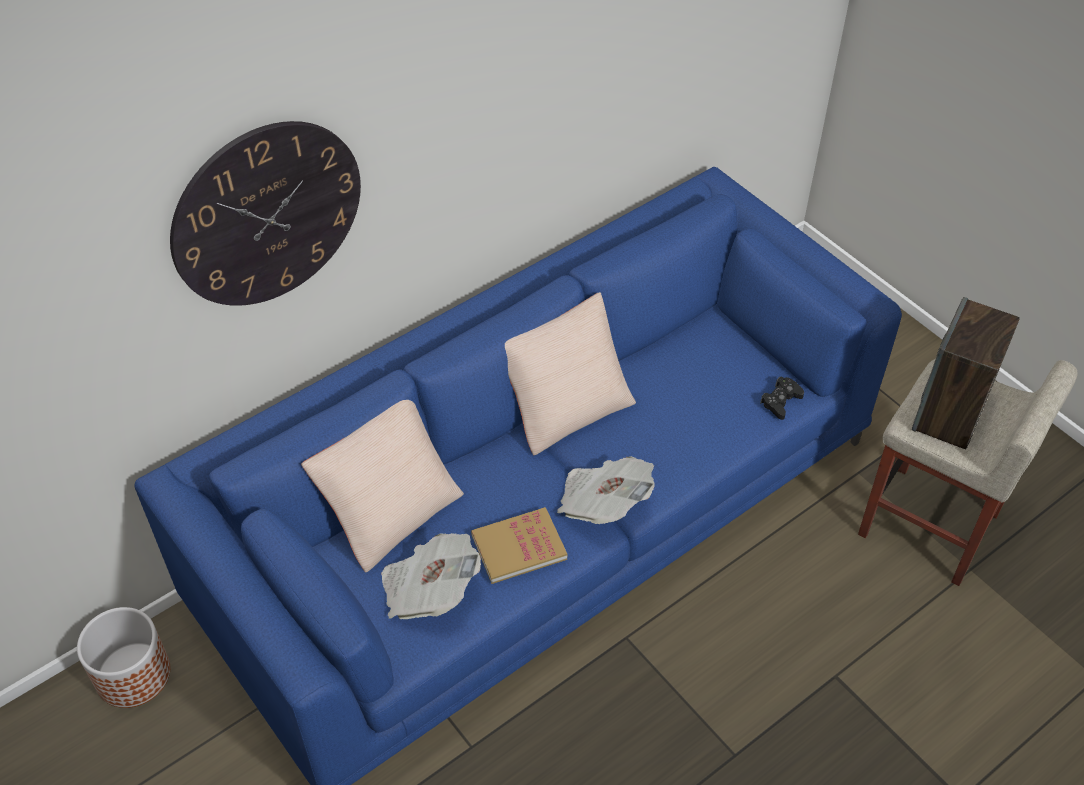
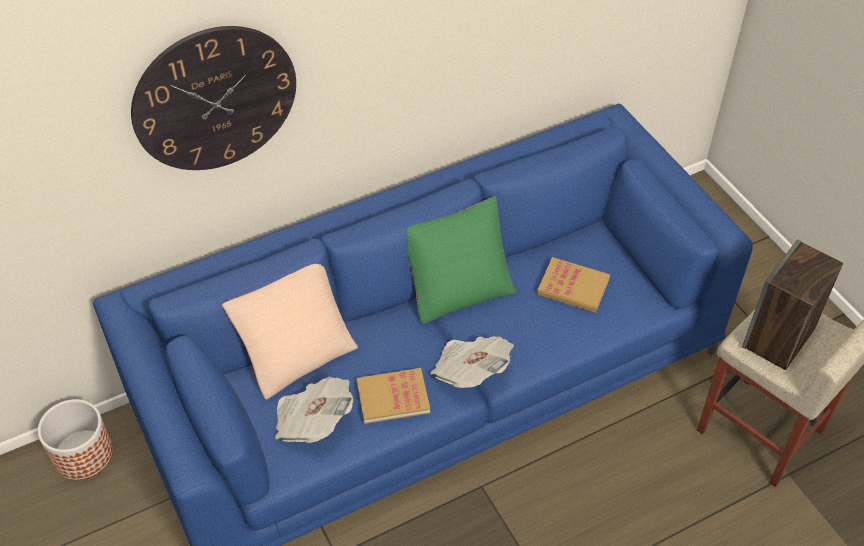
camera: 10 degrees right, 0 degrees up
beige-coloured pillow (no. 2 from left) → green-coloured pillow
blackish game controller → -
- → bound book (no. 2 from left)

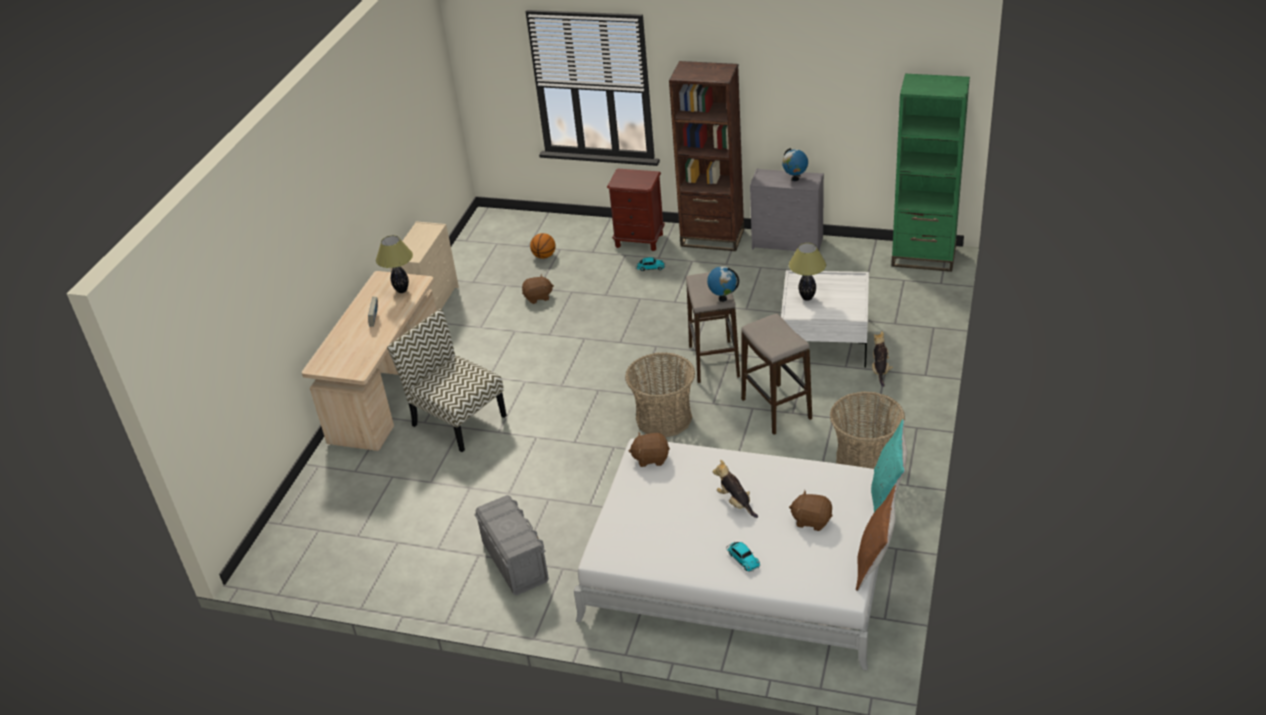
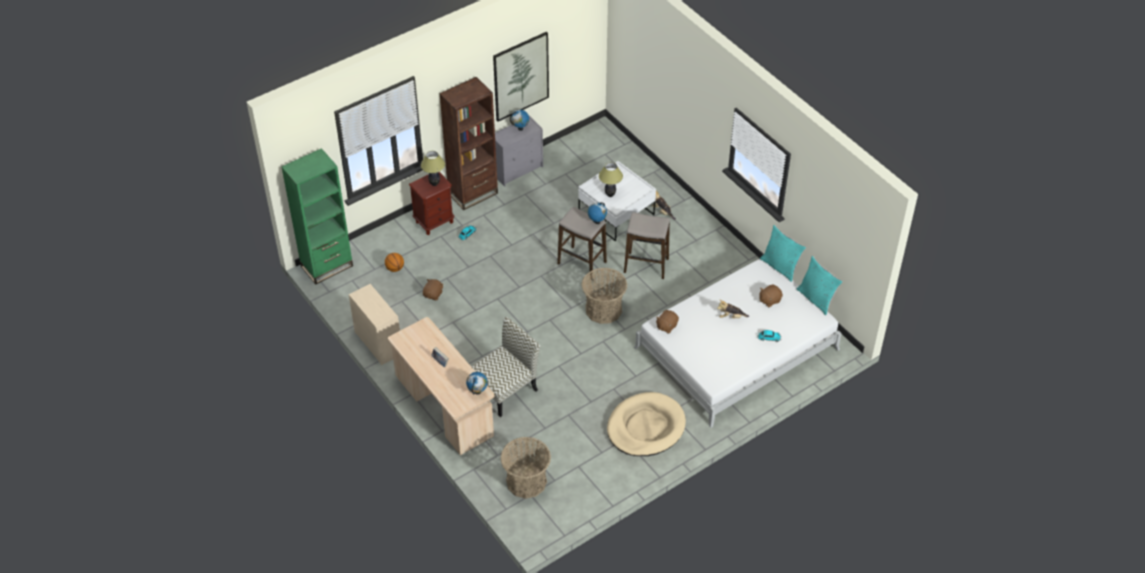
camera: 55 degrees left, 10 degrees up
green-coloured shelving unit, shifted
lamp for a table (no. 1 from left), shifted
chair, 150 degrees clockwise
basket (no. 2 from left in the first image) → basket (no. 1 from left), shifted
brown-coloured pillow → turquoise pillow (no. 2 from left)
greyish storage bin → beige-coloured dog bed
- → wall art
- → globe (no. 1 from left)

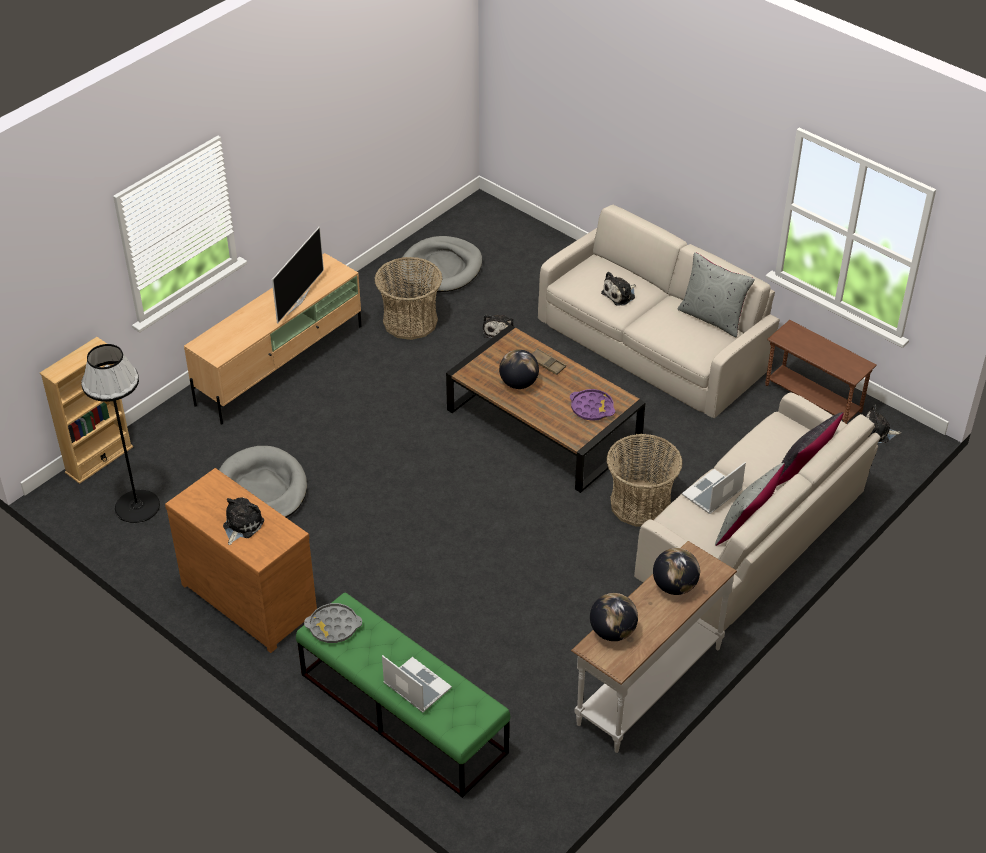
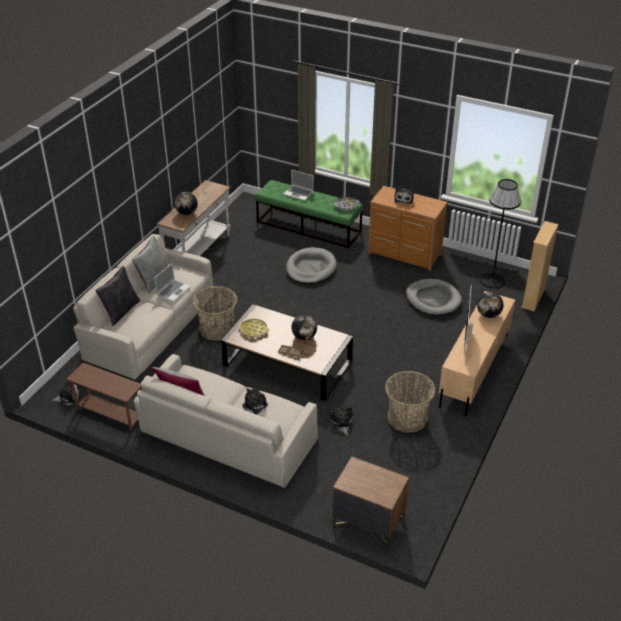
camera: 165 degrees right, 5 degrees down
greyish dog bed (no. 2 from left in the first image) → greyish dog bed (no. 1 from left), shifted
purplish serving tray → yellow-coloured serving tray
globe (no. 2 from left in the first image) → globe (no. 3 from left), shifted
- → brown-coloured night table

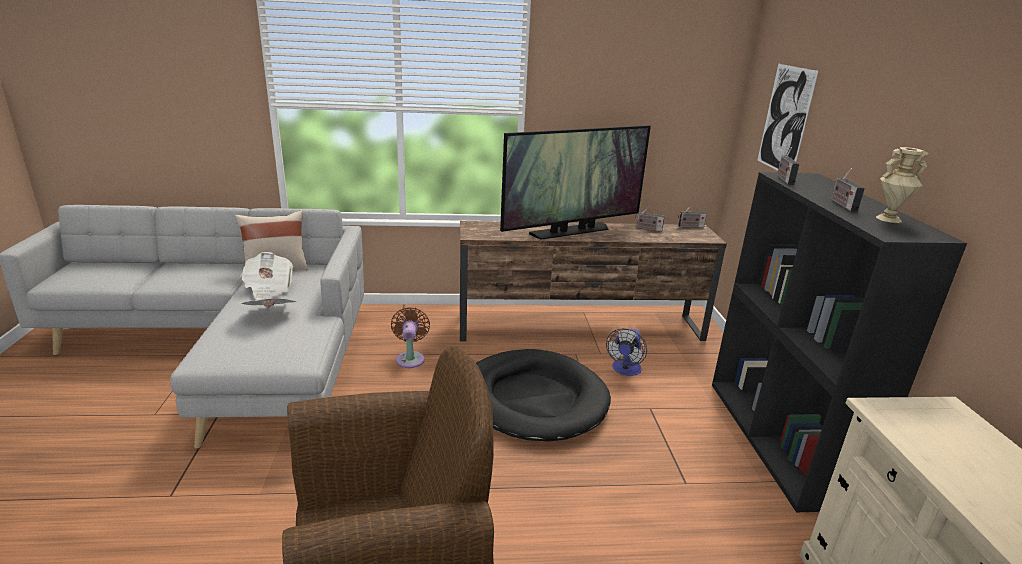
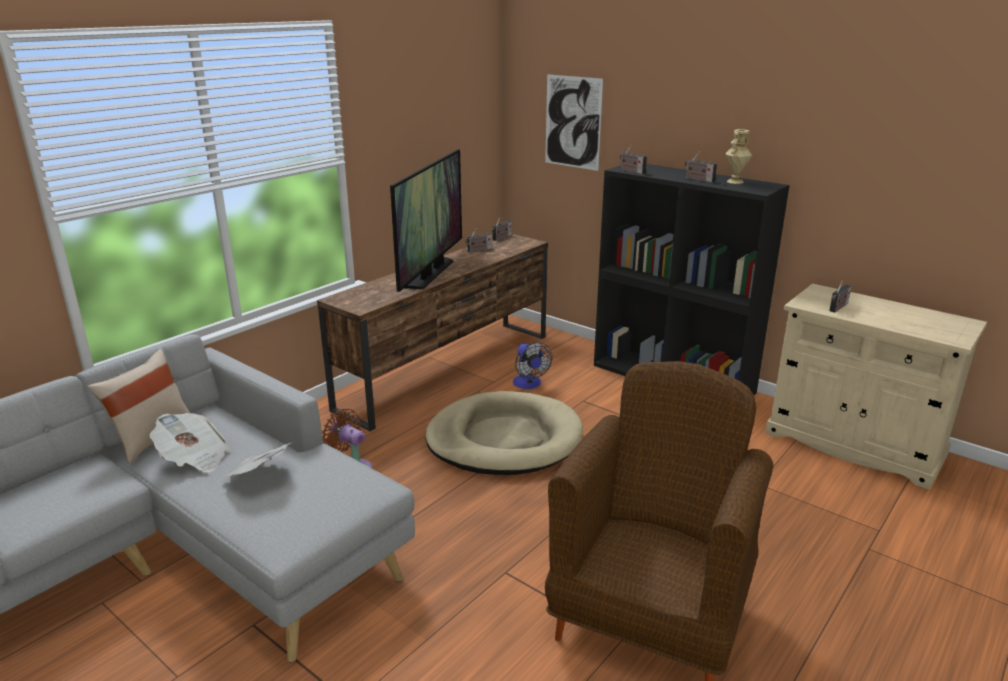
camera: 45 degrees left, 0 degrees up
blackish dog bed → beige-coloured dog bed
- → radio set (no. 5 from left)

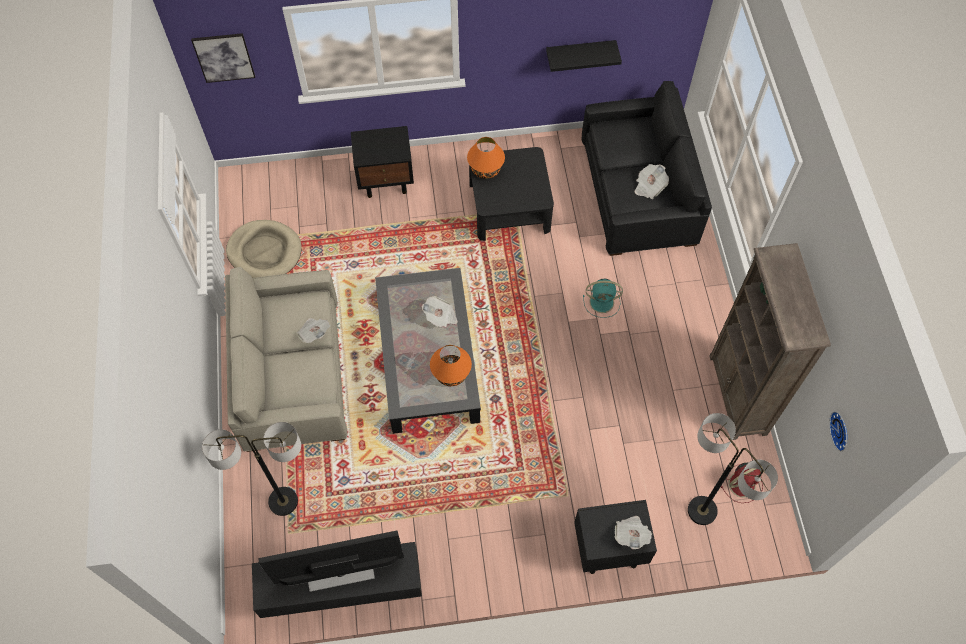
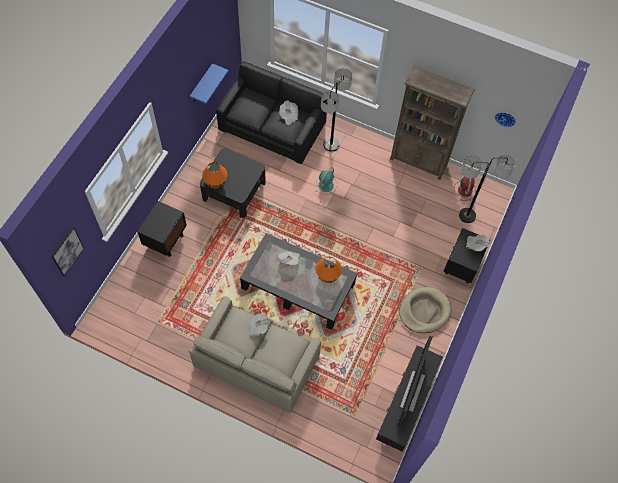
camera: 60 degrees left, 0 degrees up
blackish wall shelf → blue-coloured wall shelf
beige-coloured dog bed, shifted
floor lamp (no. 1 from left), shifted

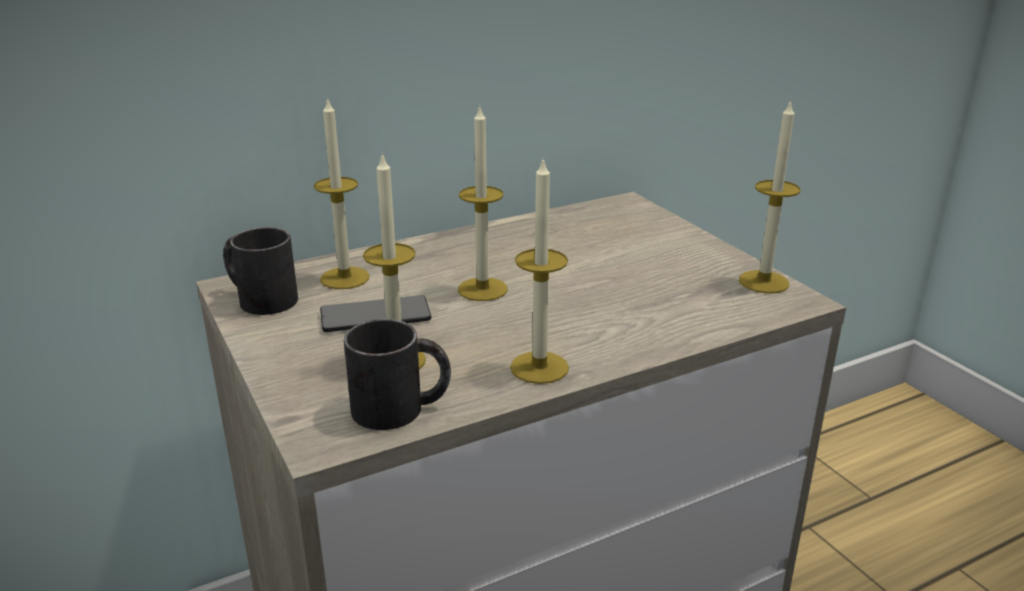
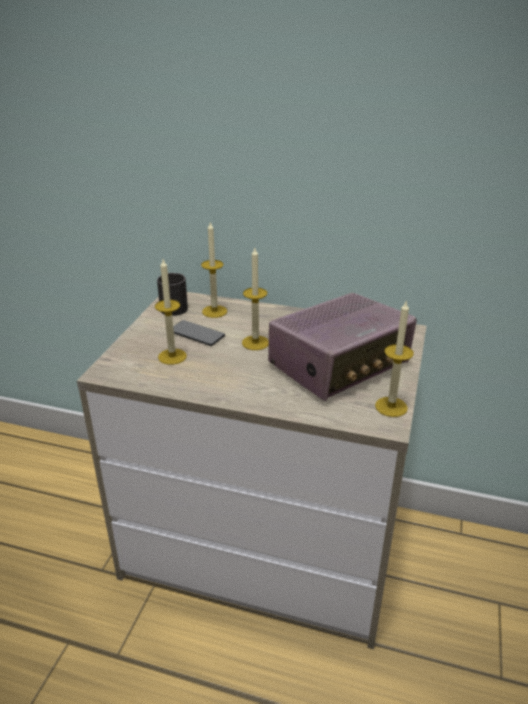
camera: 45 degrees right, 5 degrees up
wax candle (no. 4 from left) → -
blackish coffee mug (no. 2 from left) → -
- → radio set

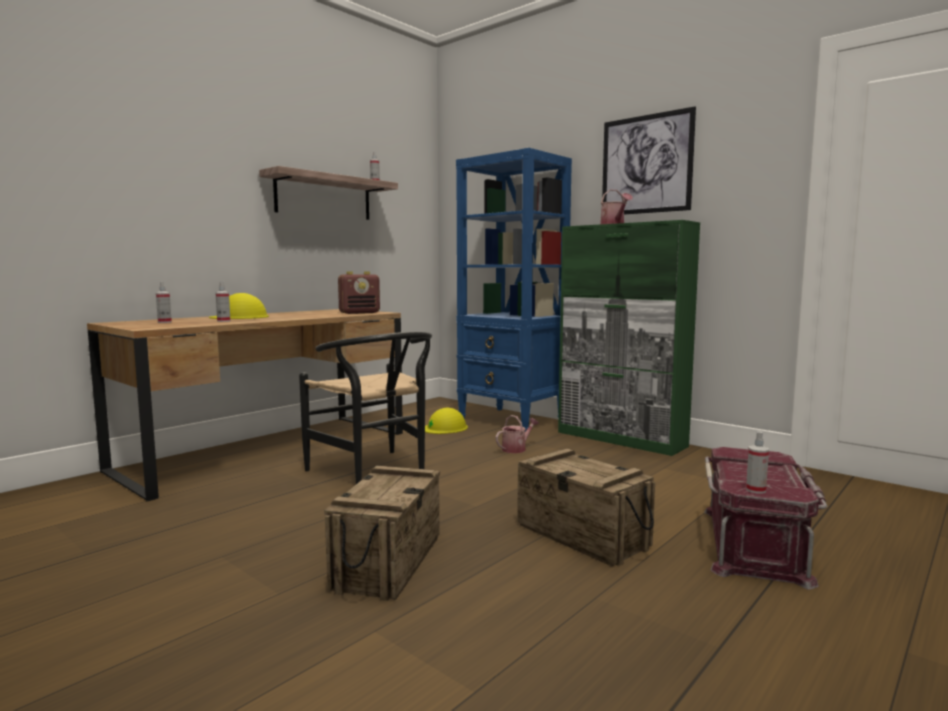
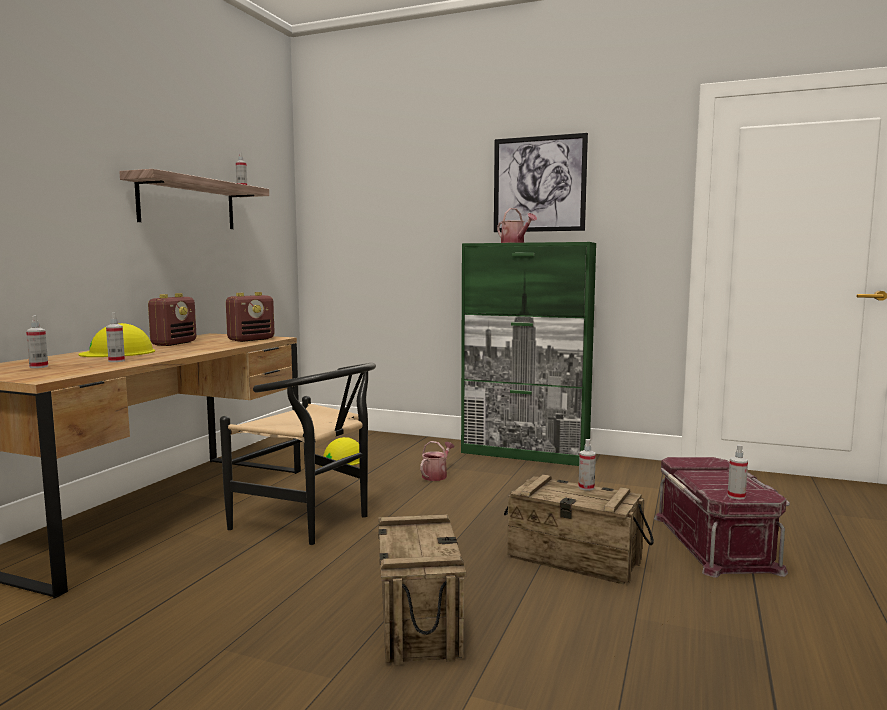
camera: 20 degrees left, 0 degrees up
blue-coloured shelving unit → -
- → radio set (no. 1 from left)
- → hand sprayer (no. 4 from left)

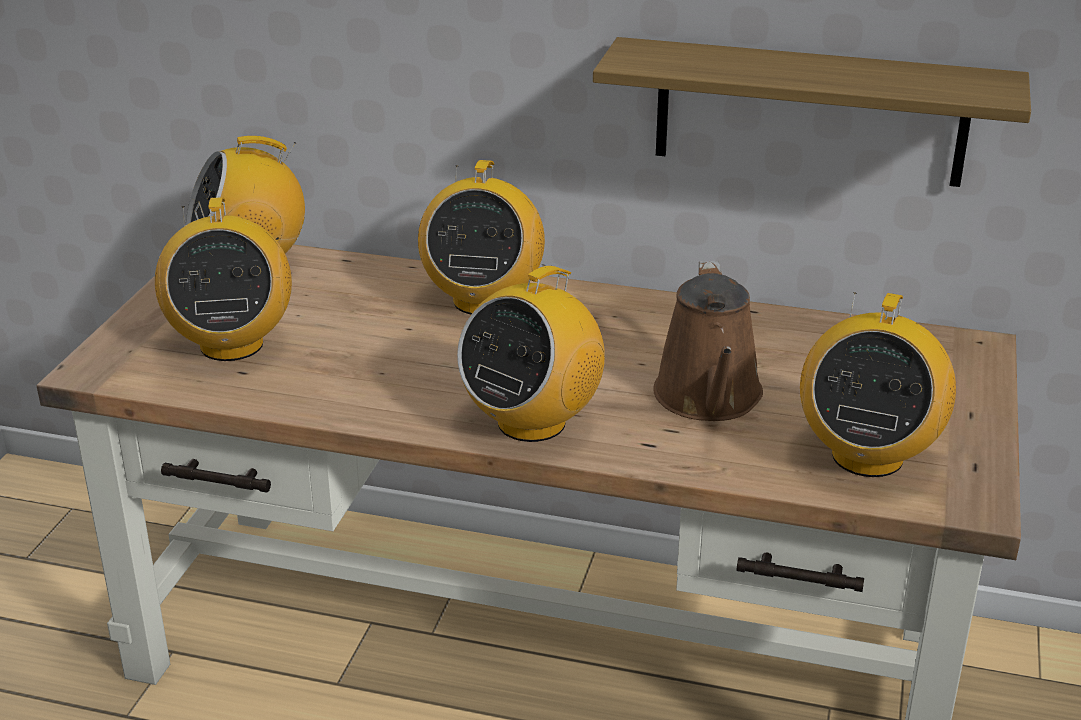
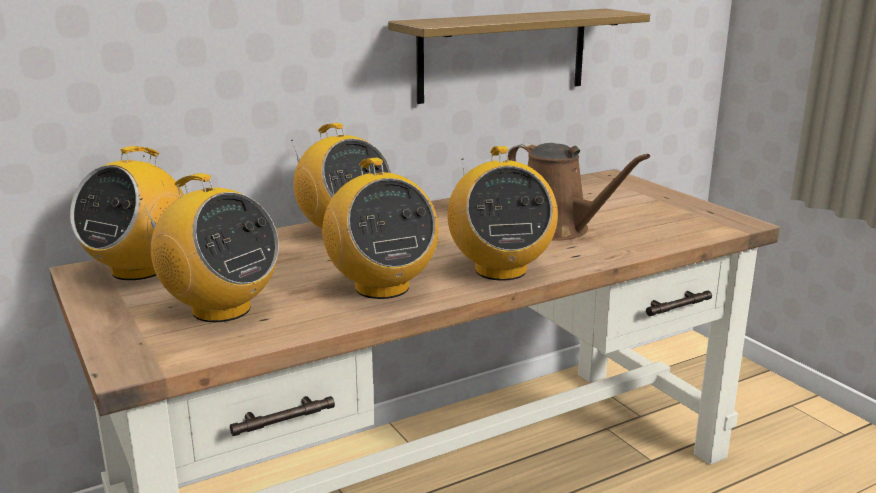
camera: 45 degrees left, 10 degrees down
radio set (no. 5 from left in the first image) → radio set (no. 4 from left), shifted

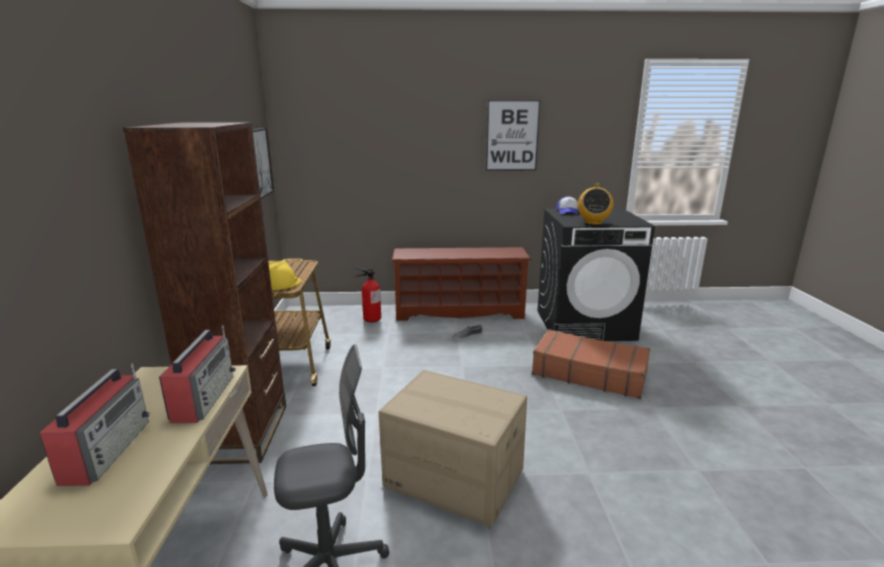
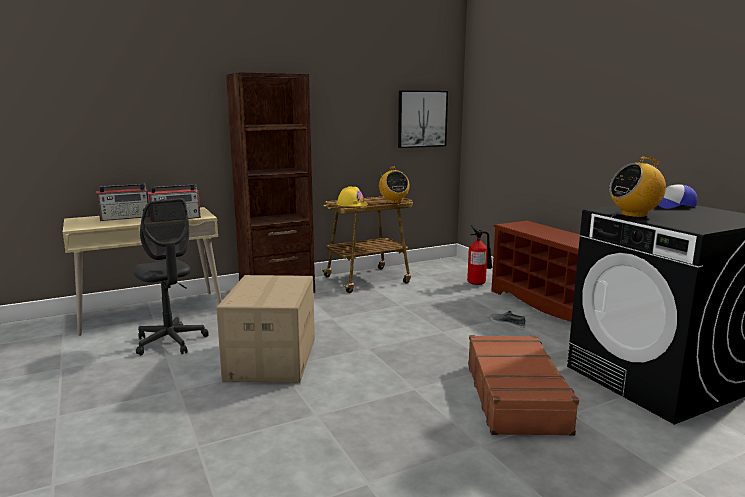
camera: 65 degrees right, 5 degrees down
wall art (no. 2 from left) → -
- → radio set (no. 3 from left)

